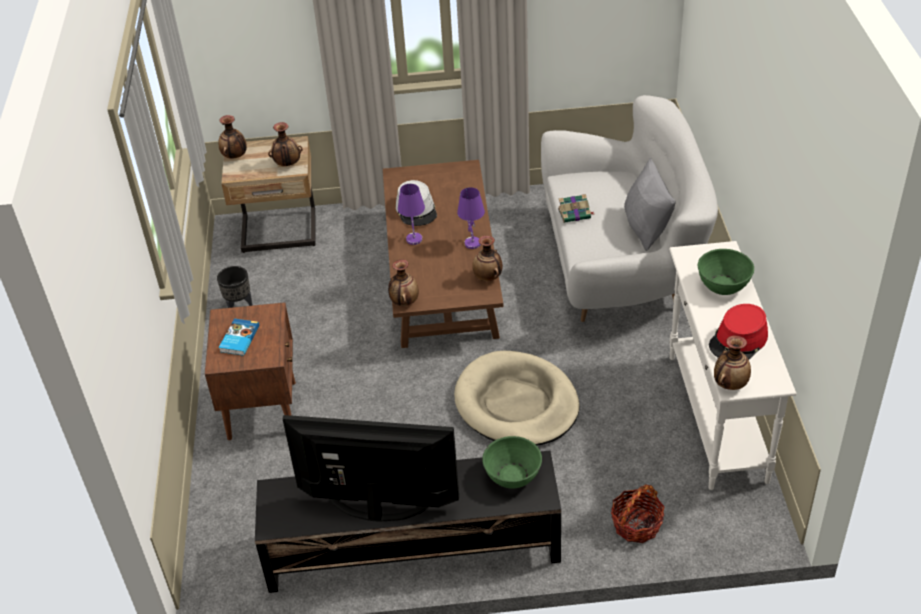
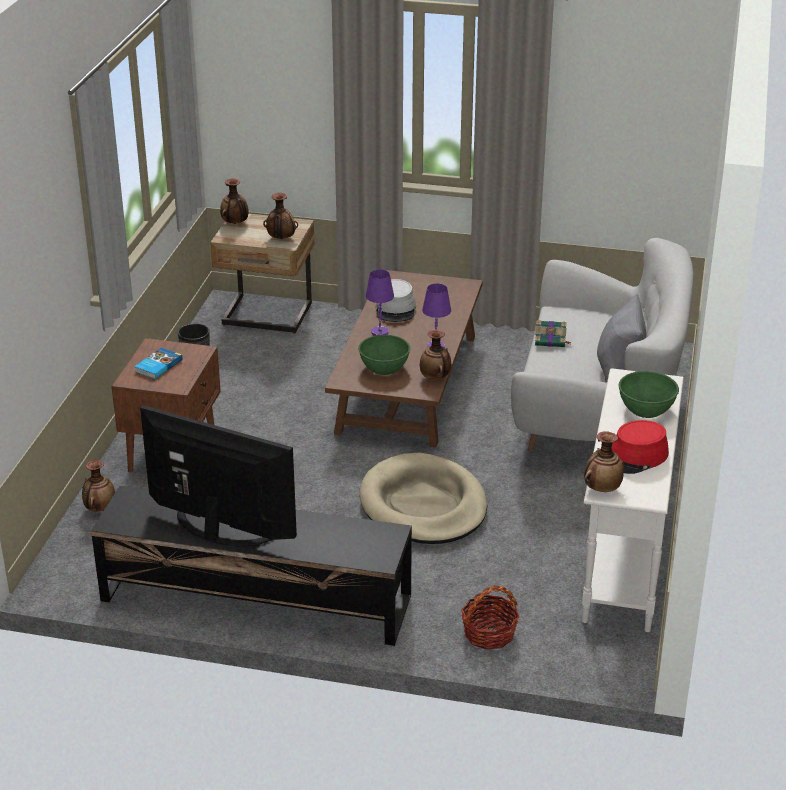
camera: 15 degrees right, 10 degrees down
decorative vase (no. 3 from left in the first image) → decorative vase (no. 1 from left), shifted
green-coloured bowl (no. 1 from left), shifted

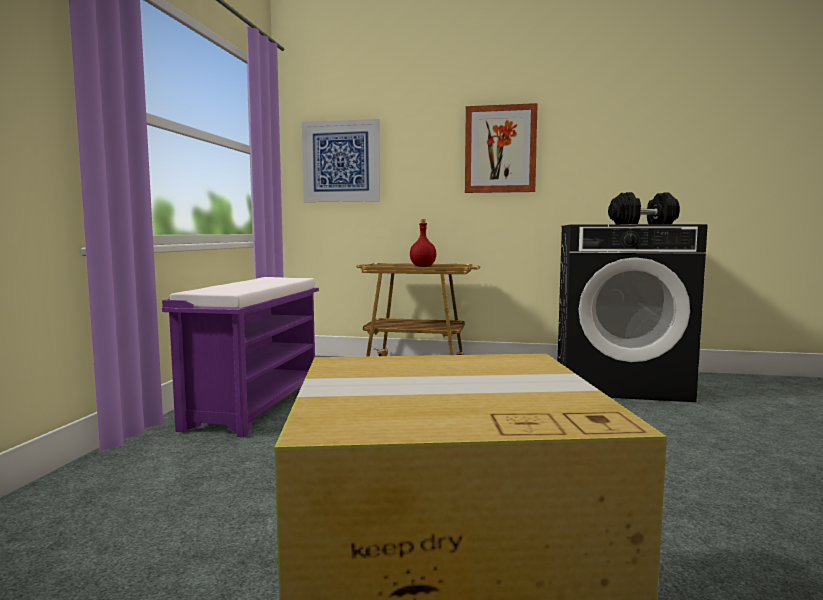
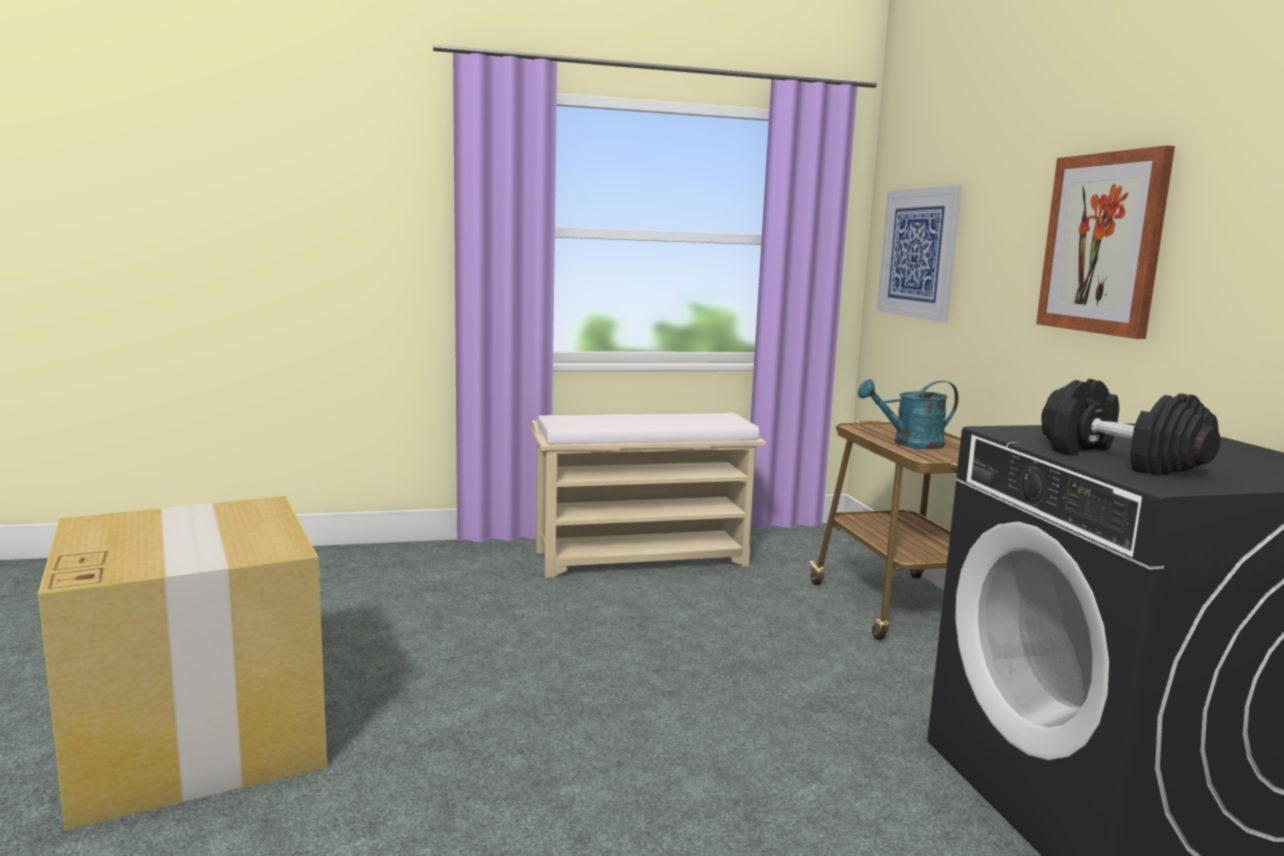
camera: 65 degrees right, 5 degrees up
red beverage bottle → turquoise sprinkling can
purplish long seat → beige-coloured long seat

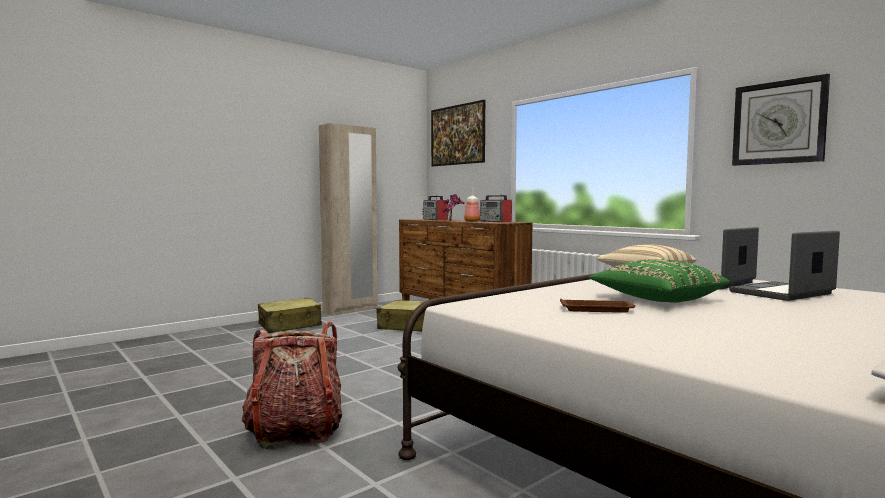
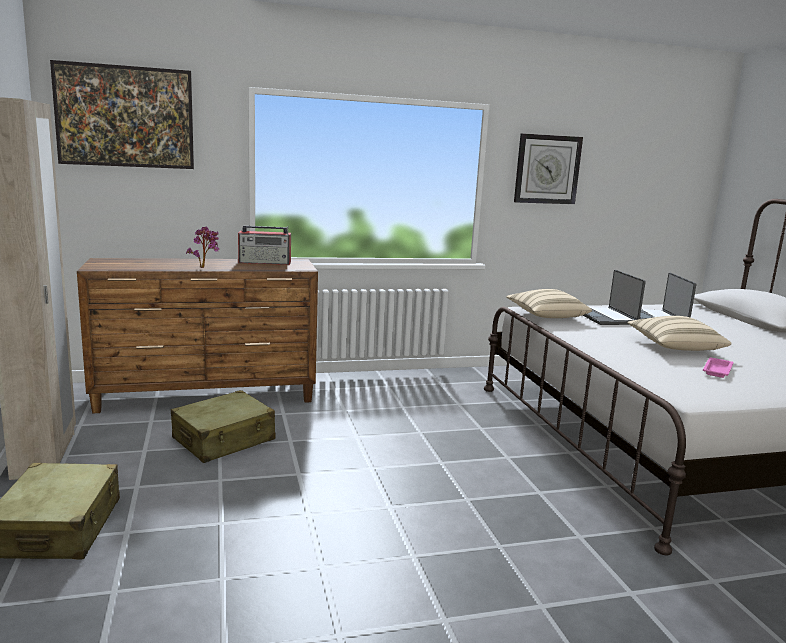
camera: 65 degrees left, 10 degrees up
beverage bottle → -
radio set (no. 1 from left) → -
green-coloured pillow → beige-coloured pillow (no. 2 from left)
brown-coloured serving tray → pink serving tray
backpack → -

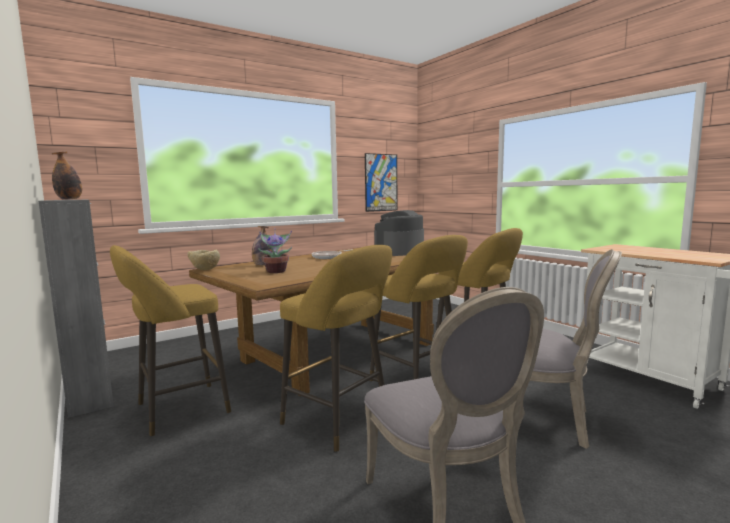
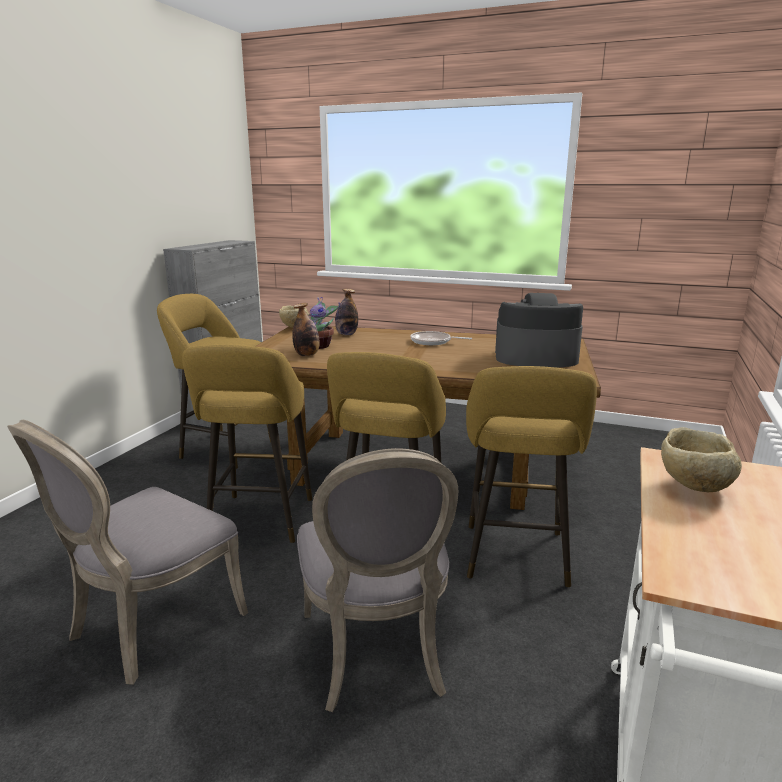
camera: 55 degrees right, 10 degrees up
beverage bottle (no. 1 from left), shifted
wall art → -
- → beige-coloured bowl (no. 2 from left)

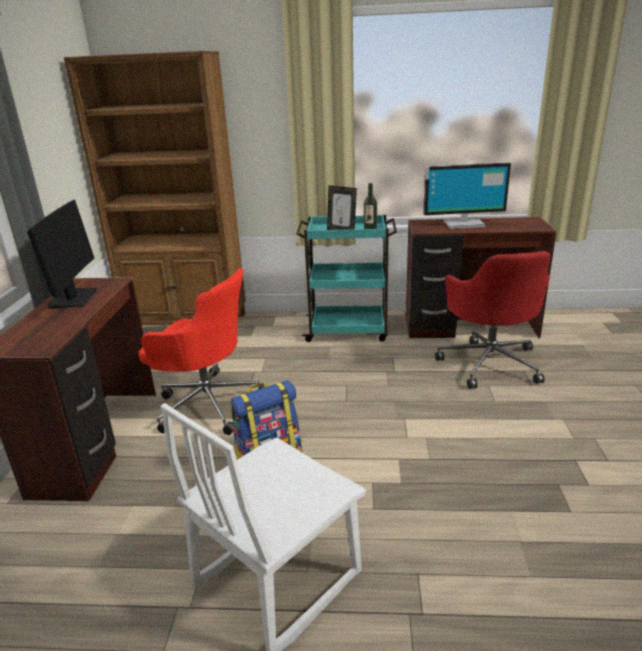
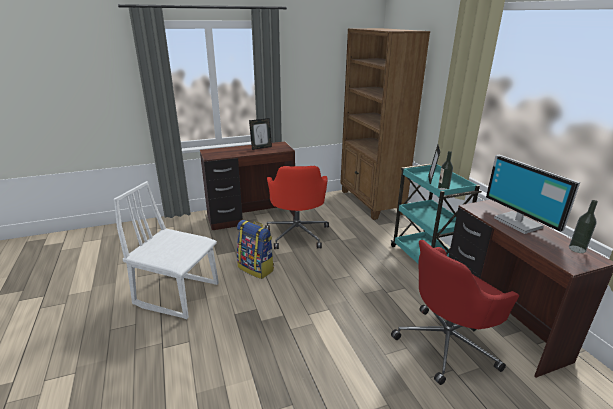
camera: 65 degrees right, 0 degrees up
computer display (no. 1 from left) → standing frame (no. 1 from left)
- → beverage bottle (no. 2 from left)

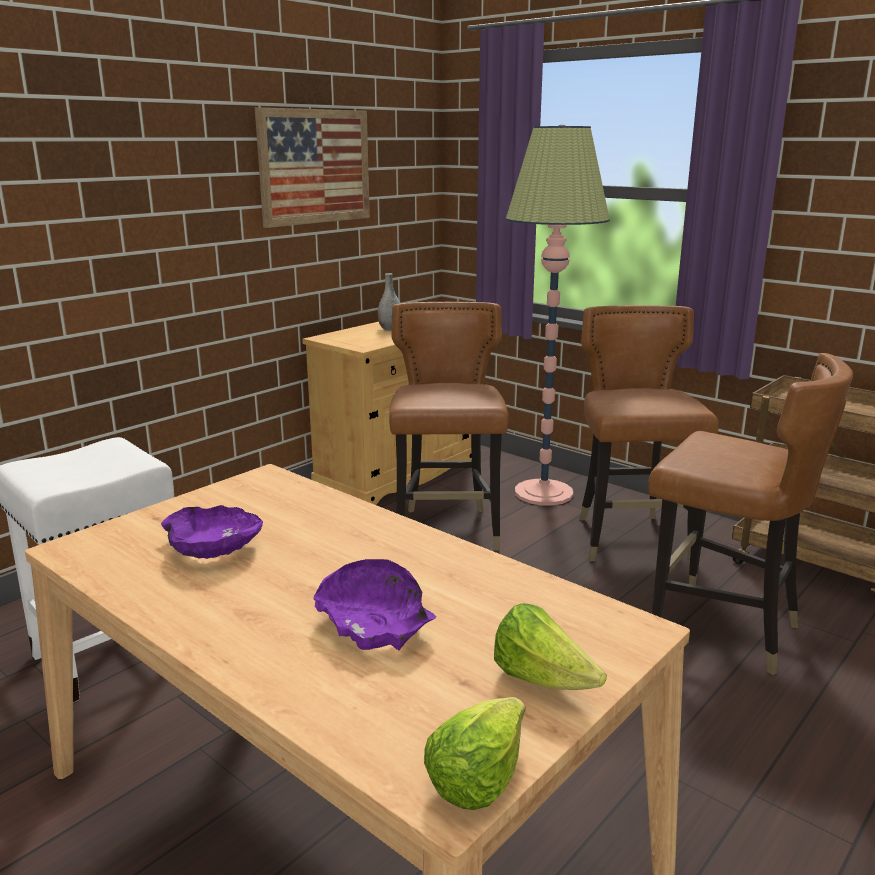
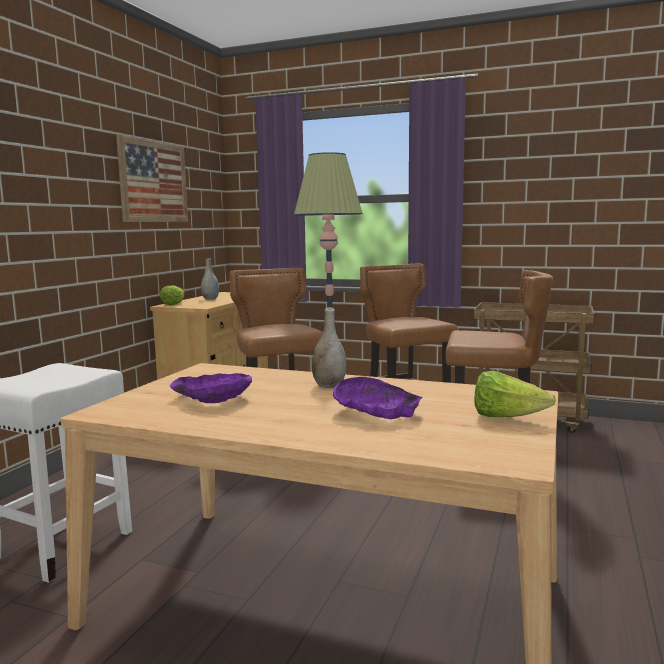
camera: 20 degrees left, 10 degrees down
head of lettuce (no. 1 from left), shifted
- → greyish decorative vase (no. 2 from left)

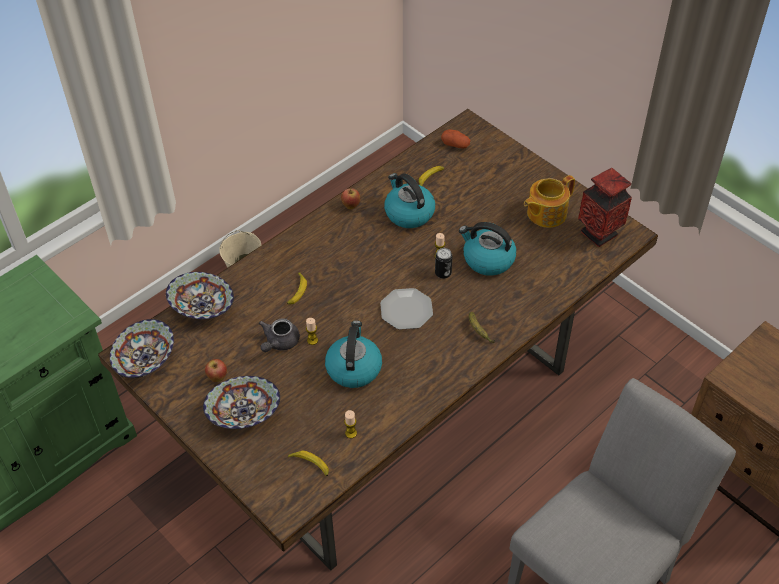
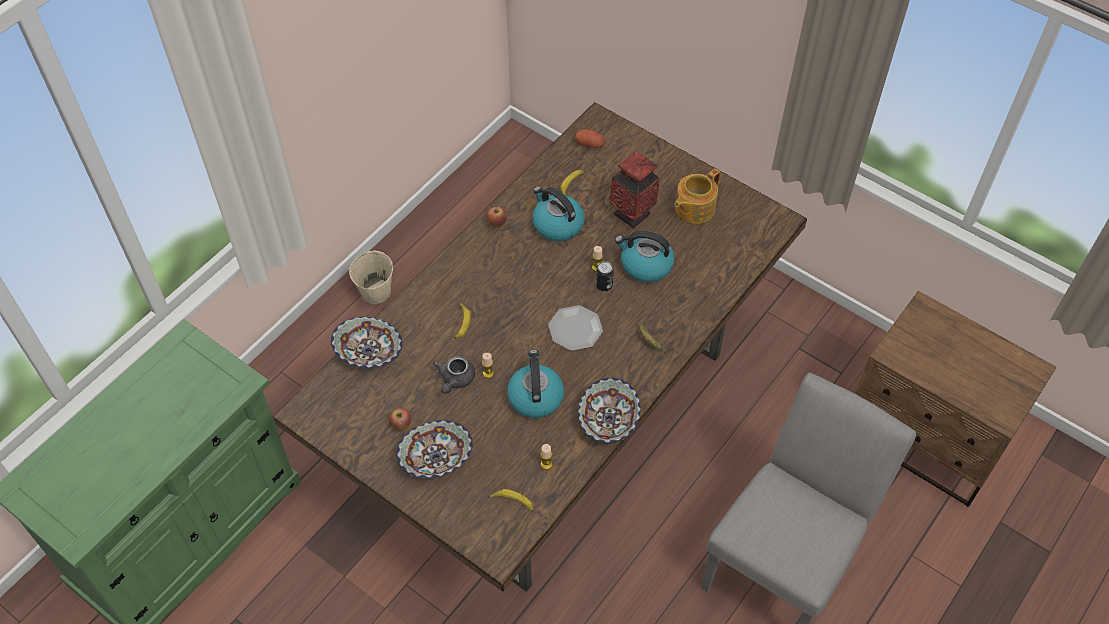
camera: 10 degrees left, 5 degrees up
decorative vase, shifted
bowl (no. 1 from left in the first image) → bowl (no. 3 from left), shifted

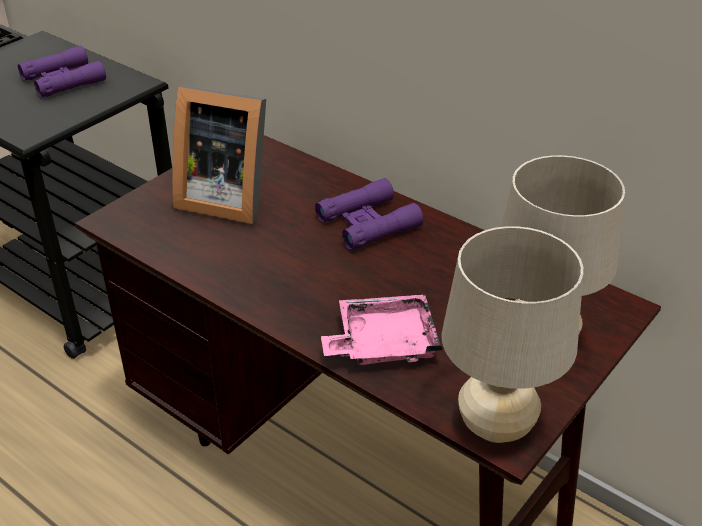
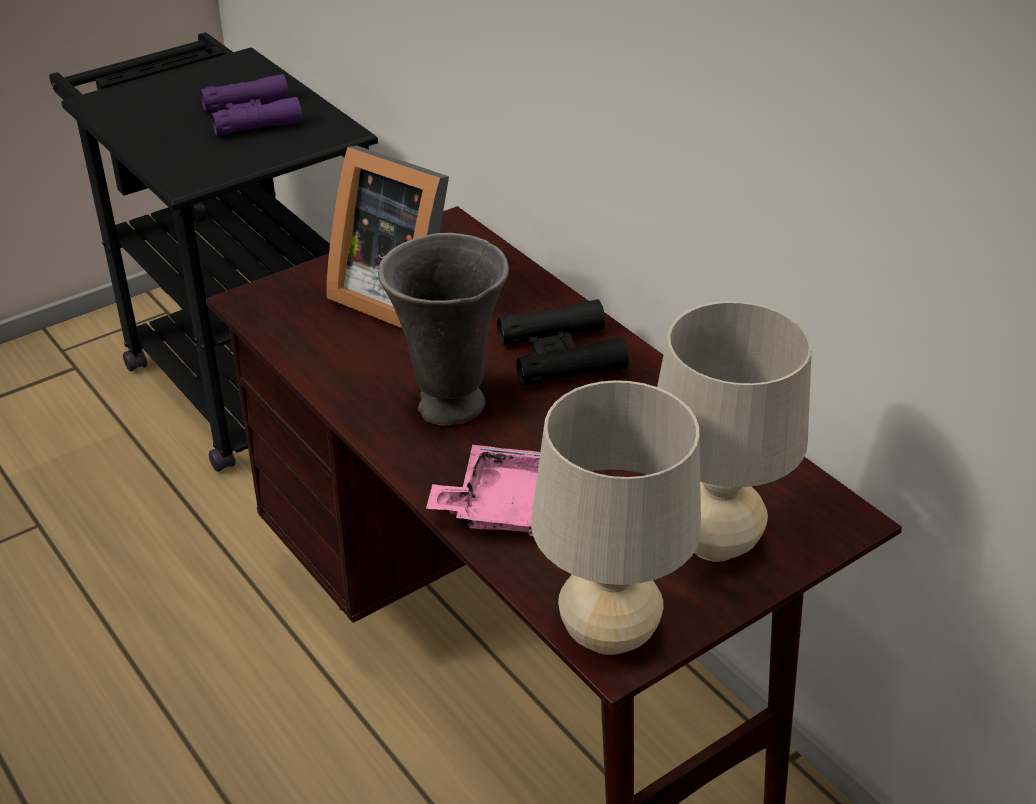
camera: 15 degrees right, 0 degrees up
purplish field glasses (no. 2 from left) → blackish field glasses
- → greyish decorative vase

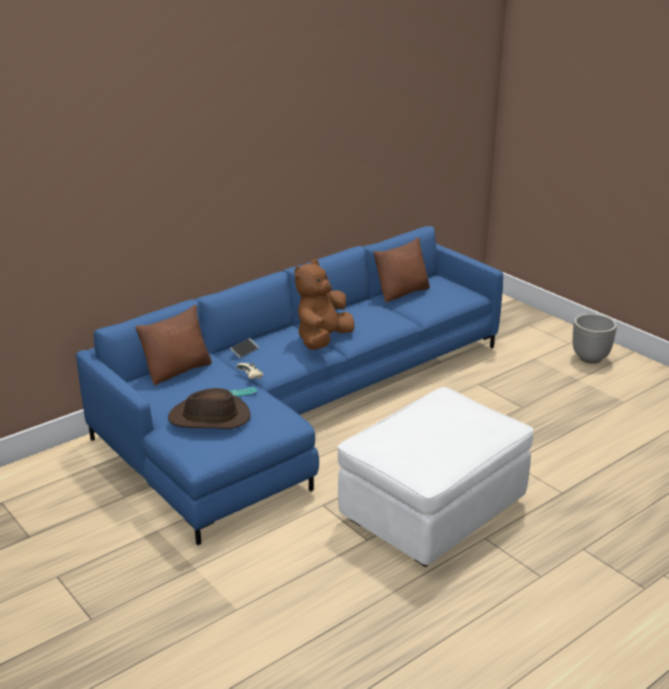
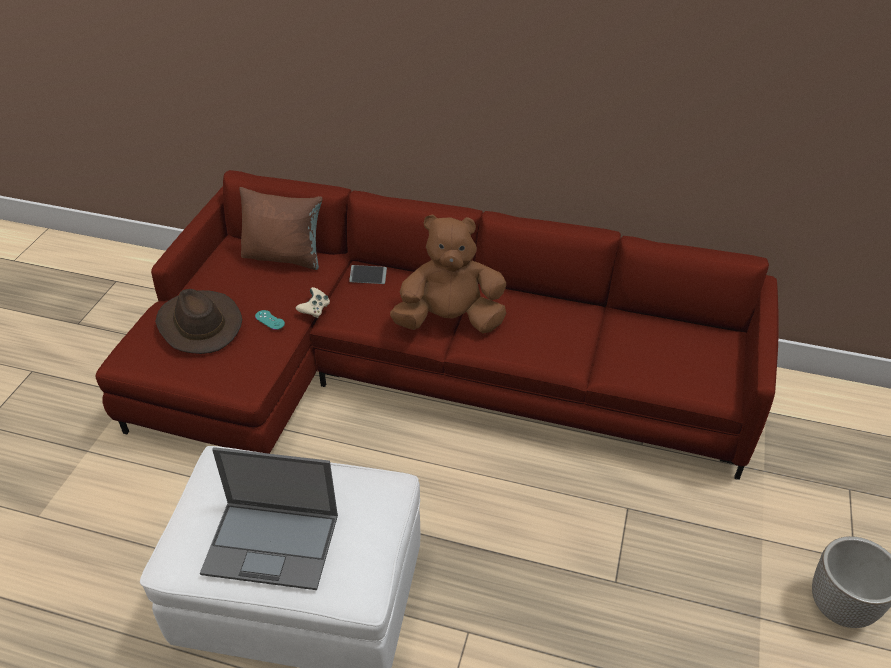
camera: 55 degrees right, 15 degrees up
blue-coloured settee → red settee
brown-coloured pillow (no. 2 from left) → -
- → laptop

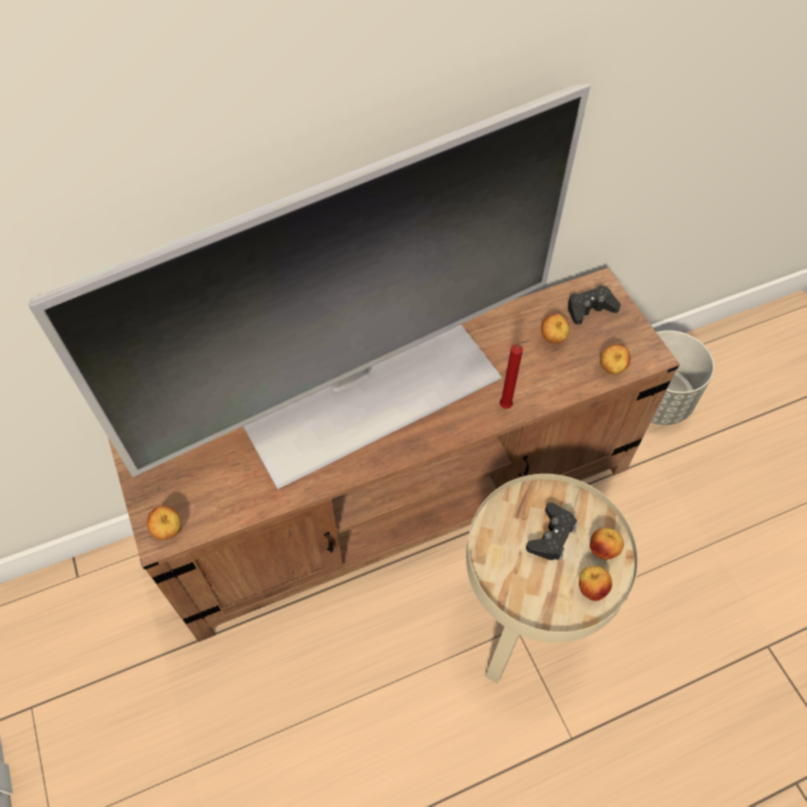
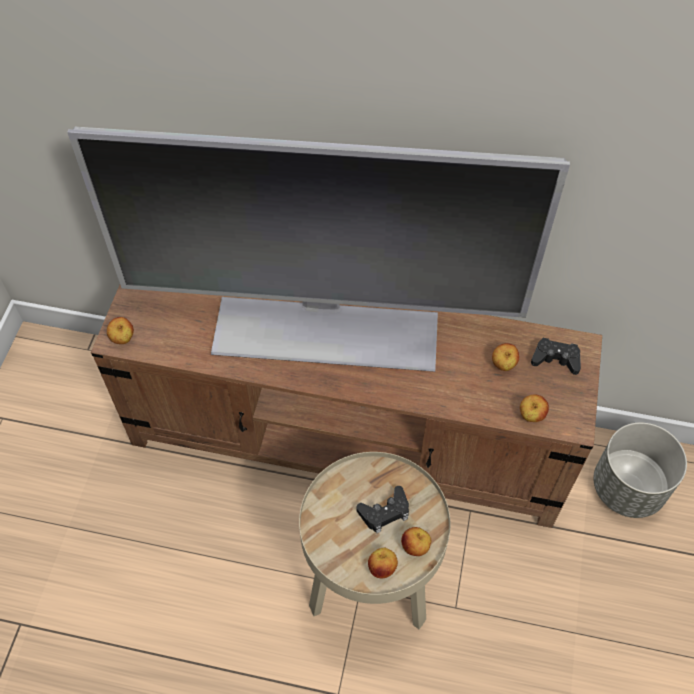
camera: 35 degrees right, 0 degrees up
red wax candle → -

